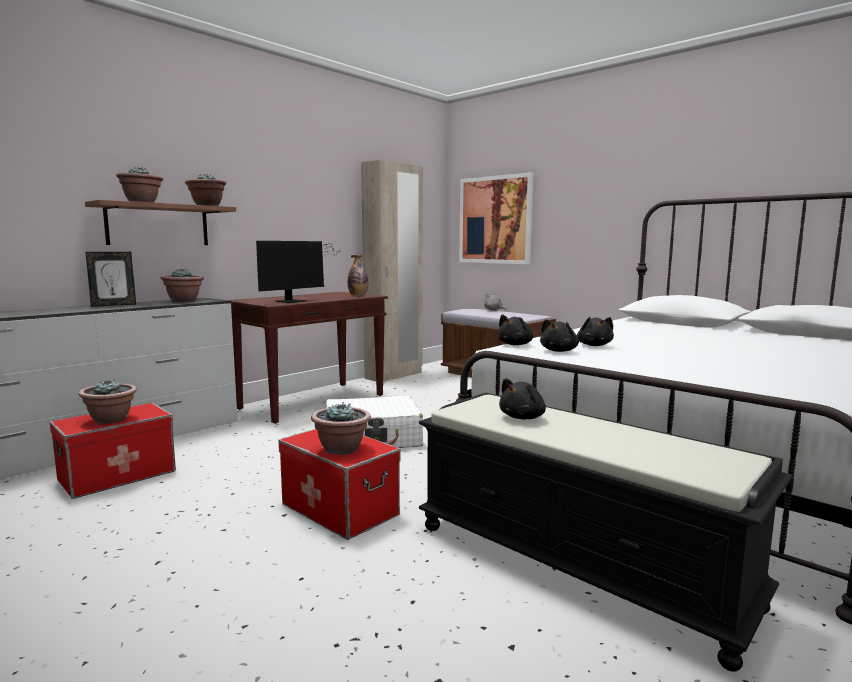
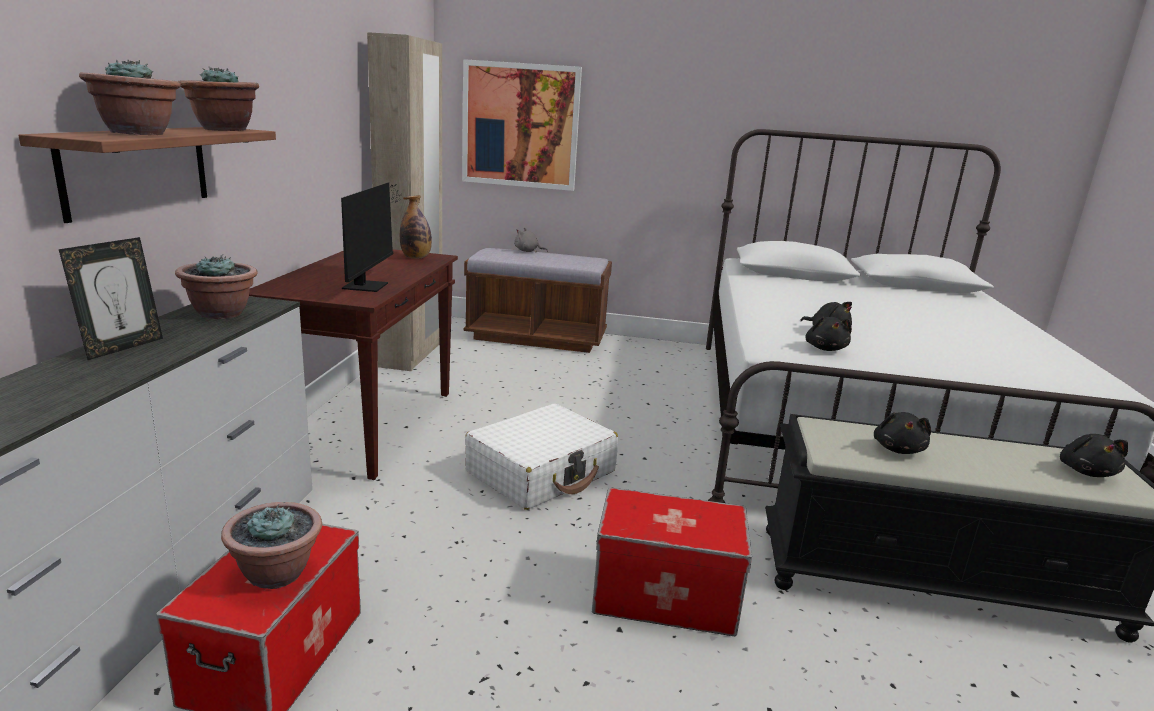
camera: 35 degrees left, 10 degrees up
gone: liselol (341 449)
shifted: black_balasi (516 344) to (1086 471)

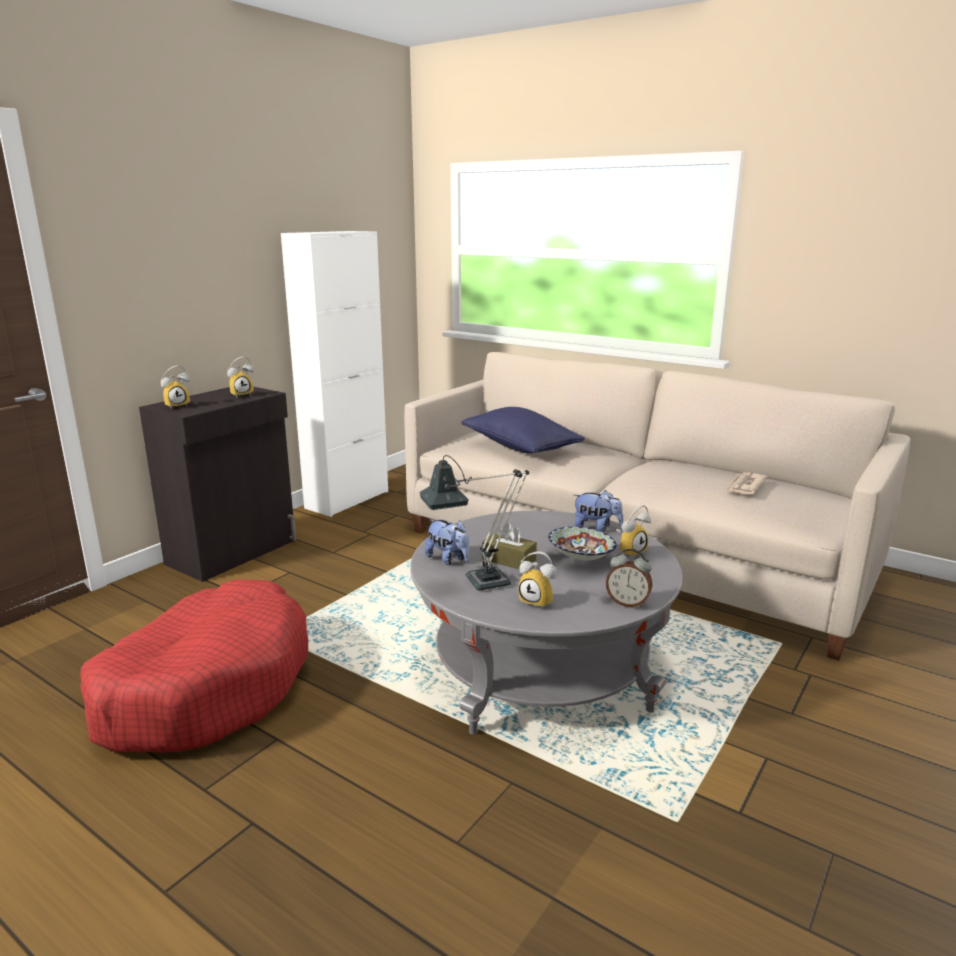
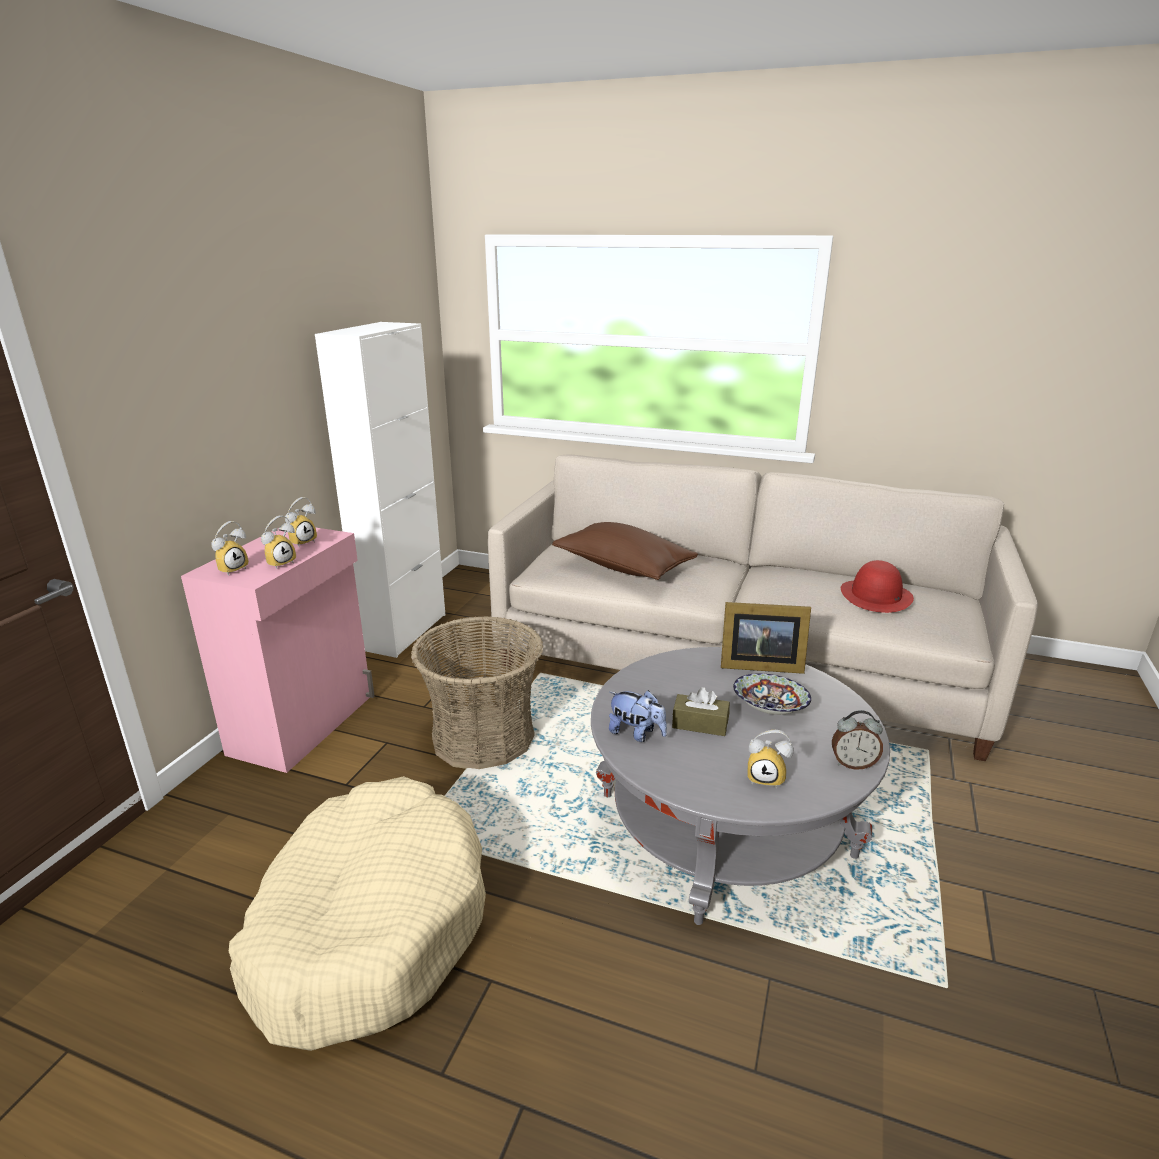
camera: 15 degrees left, 5 degrees up
gone: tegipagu (477 583)
new: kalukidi (483 737)
shifted: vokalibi (630 551) to (280 563)
swapped: balasi (596 527) to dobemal (758 664); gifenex (744 486) to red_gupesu (876 596)
repainted: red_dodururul (206 687) to beige_dodururul (369 924); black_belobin (234 552) to pink_belobin (305 724); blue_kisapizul (520 447) to brown_kisapizul (623 567)

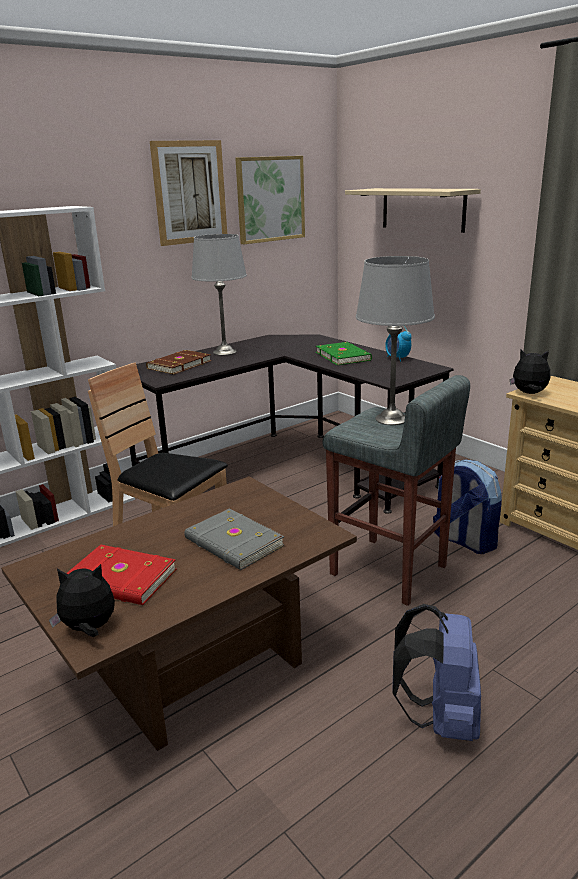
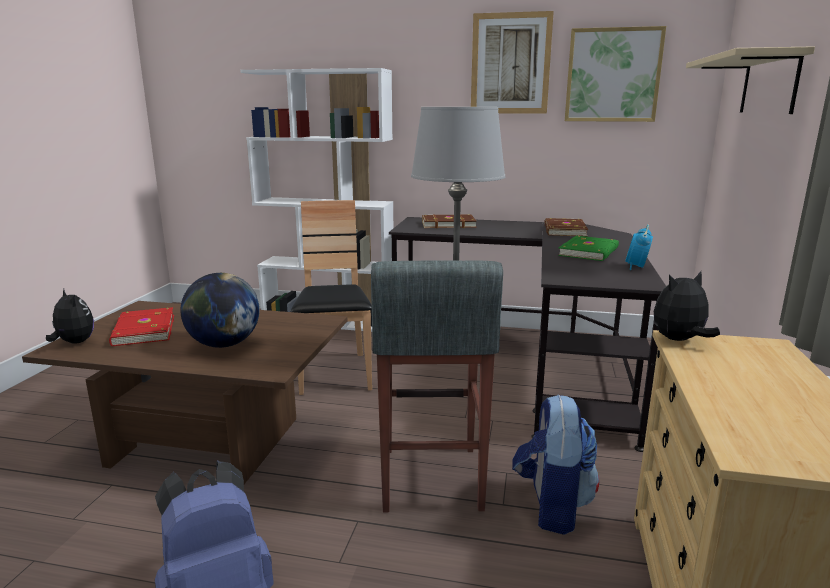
camera: 50 degrees right, 5 degrees down
gone: grey_tegipagu (224 352)
new: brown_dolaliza (563 230)
swapped: grey_dolaliza (233 543) to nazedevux (224 344)
rotated: balasi (529 393) = (679 340) 90 degrees counterclockwise

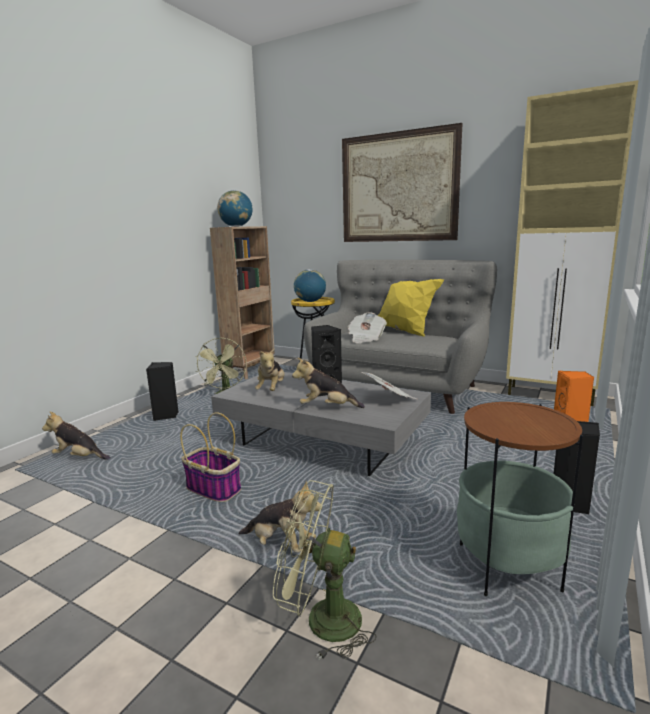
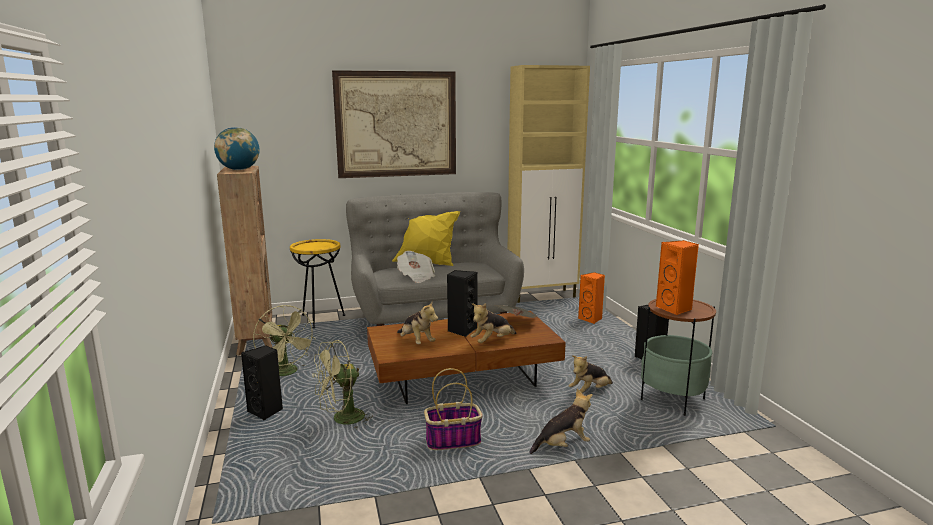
camera: 45 degrees left, 0 degrees up
gone: nazedevux (310 301)
new: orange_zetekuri (675 309)
shifted: balasi (79 457) to (590 392); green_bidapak (321 620) to (342 420)
repainted: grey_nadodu (322 443) to brown_nadodu (463 379)

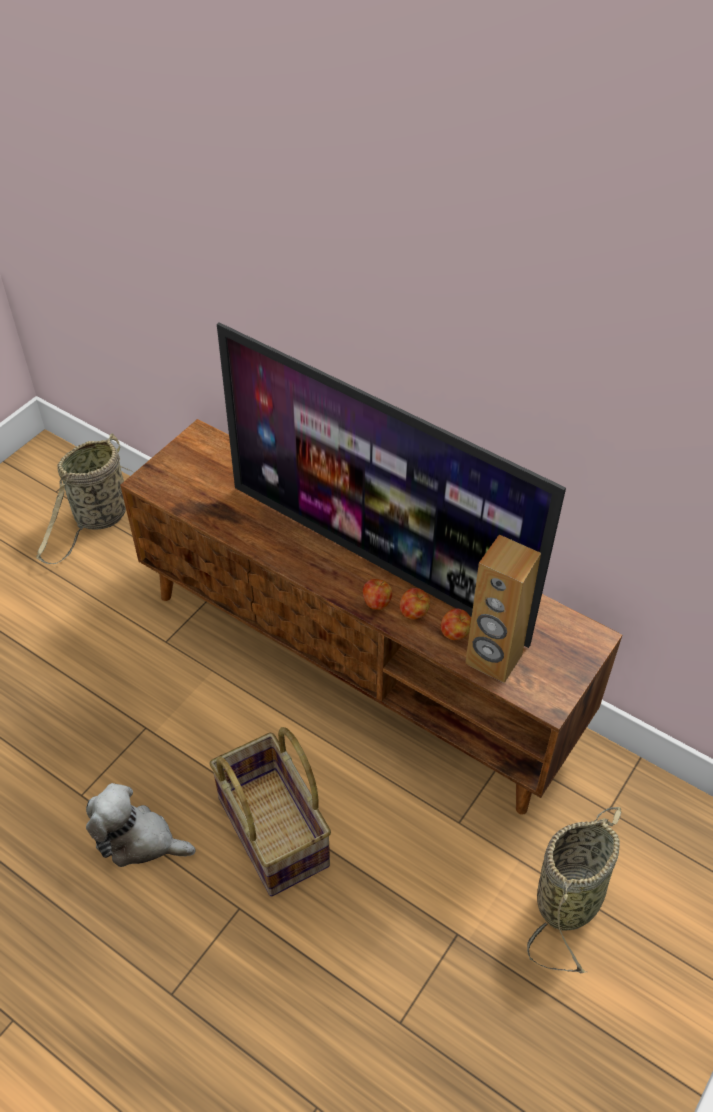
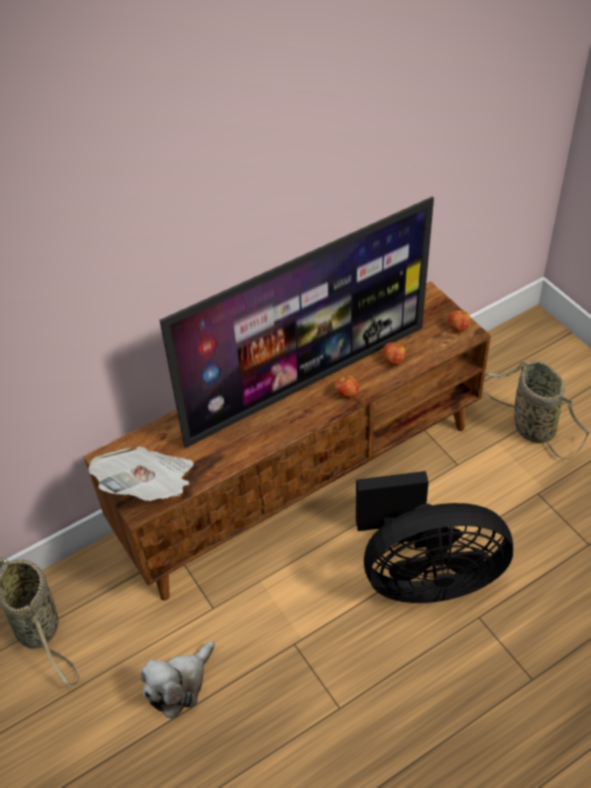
camera: 65 degrees left, 0 degrees up
gone: brown_zetekuri (493 660)
new: gifenex (149 487)
shifted: balasi (138 839) to (179 685); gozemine (414 613) to (458 328)
swapped: kalukidi (275 831) to black_bidapak (424 576)

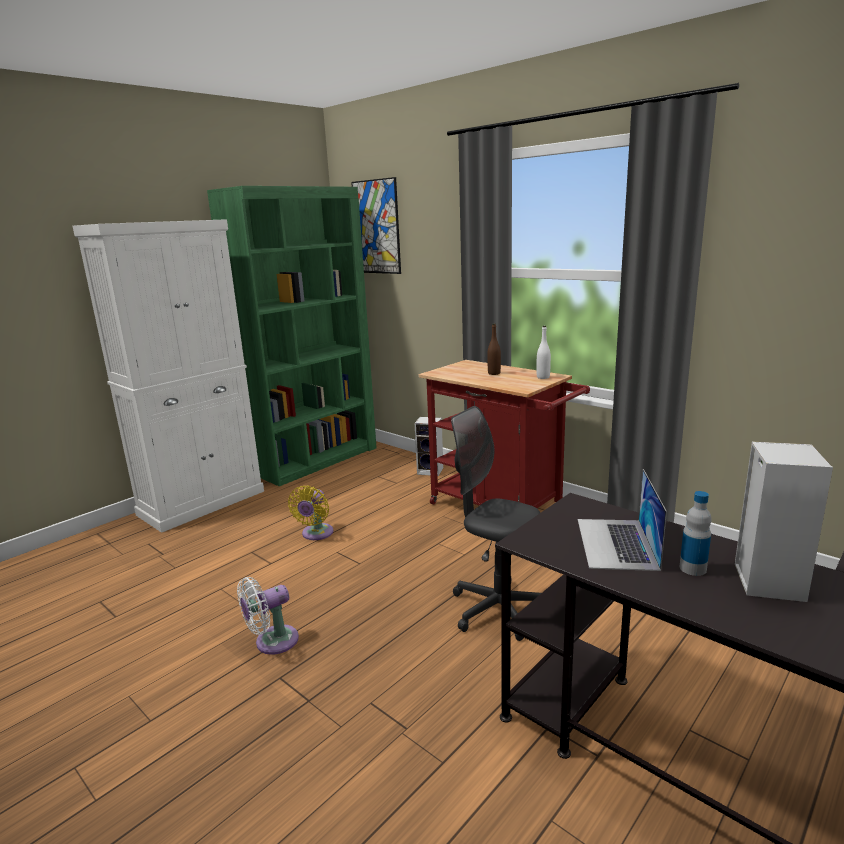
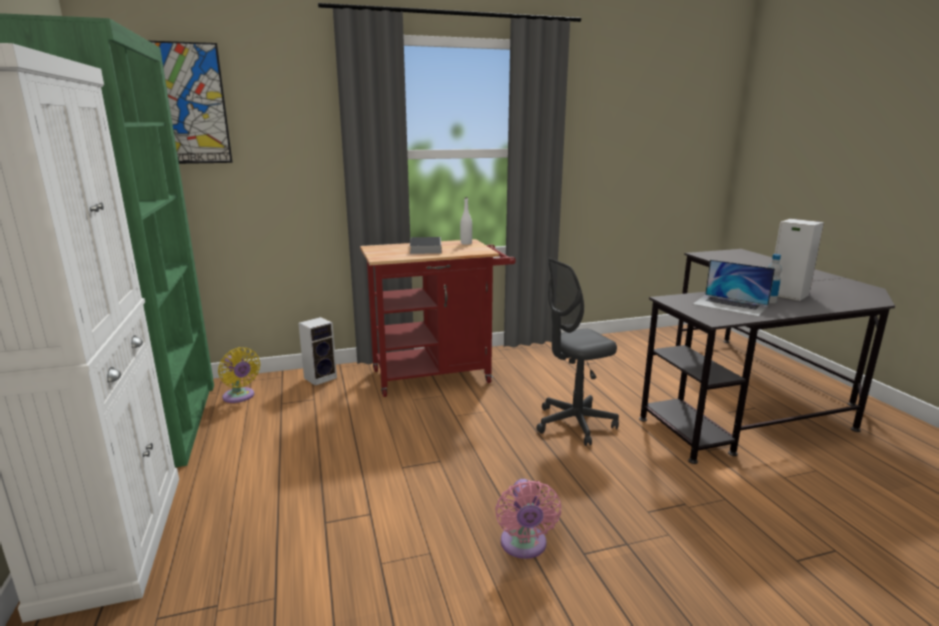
camera: 60 degrees left, 0 degrees up
shifted: yellow_bidapak (316 534) to (240 397)
swapped: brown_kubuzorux (494 373) to dolaliza (425 248)
repainted: white_bidapak (272 642) to pink_bidapak (524 546)

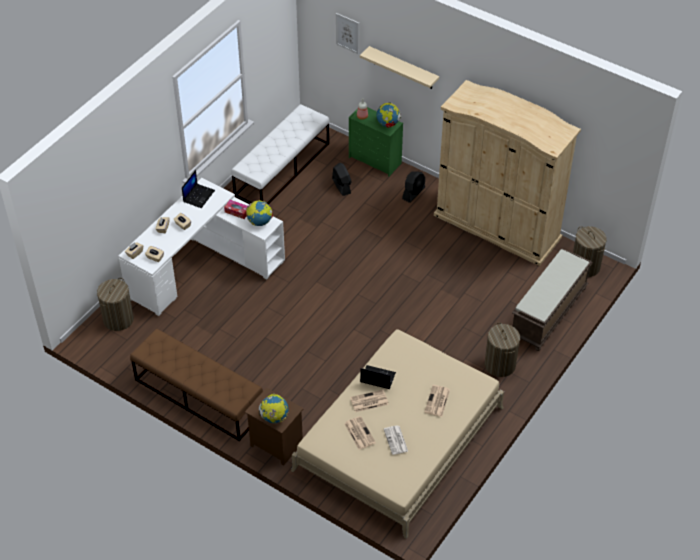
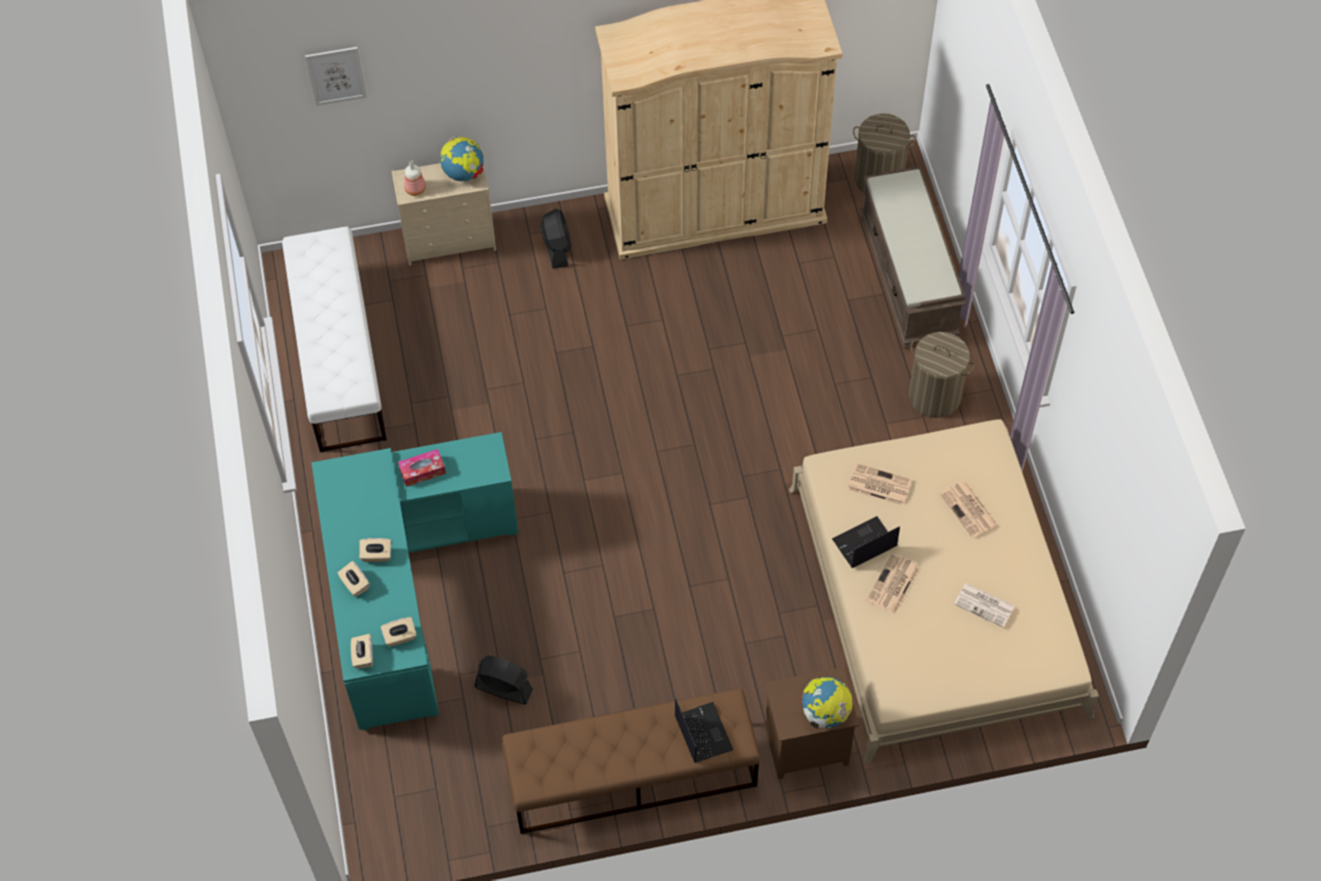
camera: 45 degrees left, 10 degrees up
gone: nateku (118 319); nazedevux (260 222); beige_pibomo (403 68)
shifted: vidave (198 196) to (702 732); black_bidapak (341 186) to (503 688); gifenex (359 433) to (878 485)
repainted: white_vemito (202 265) to turquoise_vemito (404 590); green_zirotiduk (375 160) to beige_zirotiduk (450 241)

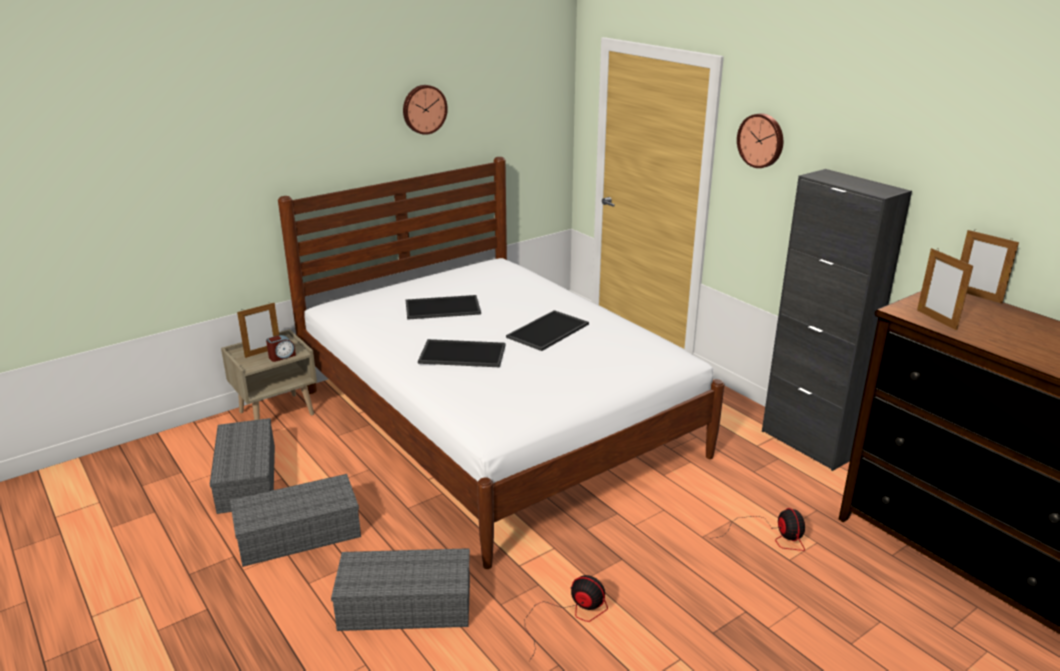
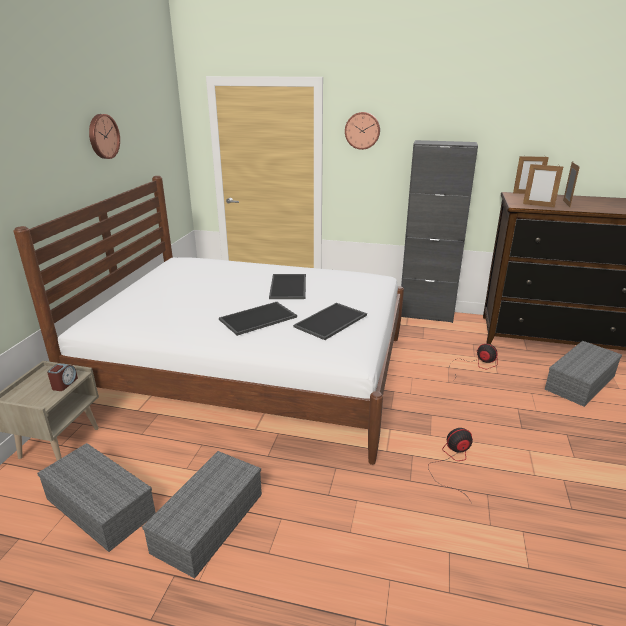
camera: 40 degrees left, 0 degrees up
shifted: dobemal (263 352) to (566 204); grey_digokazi (407 604) to (579 381); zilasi (442 308) to (331 321)

